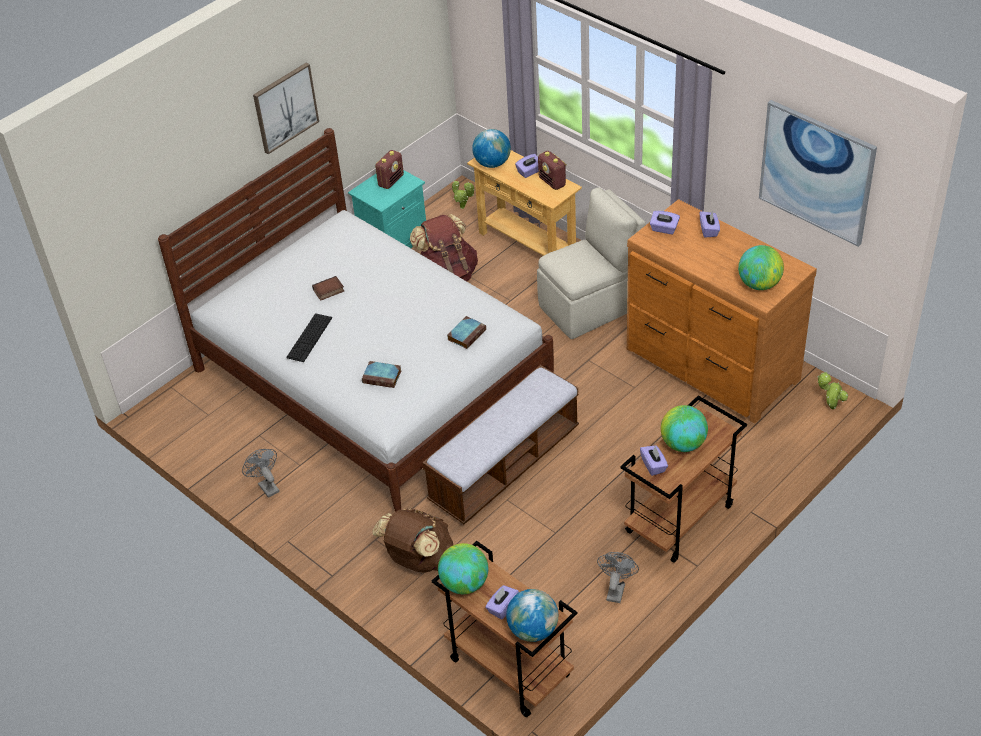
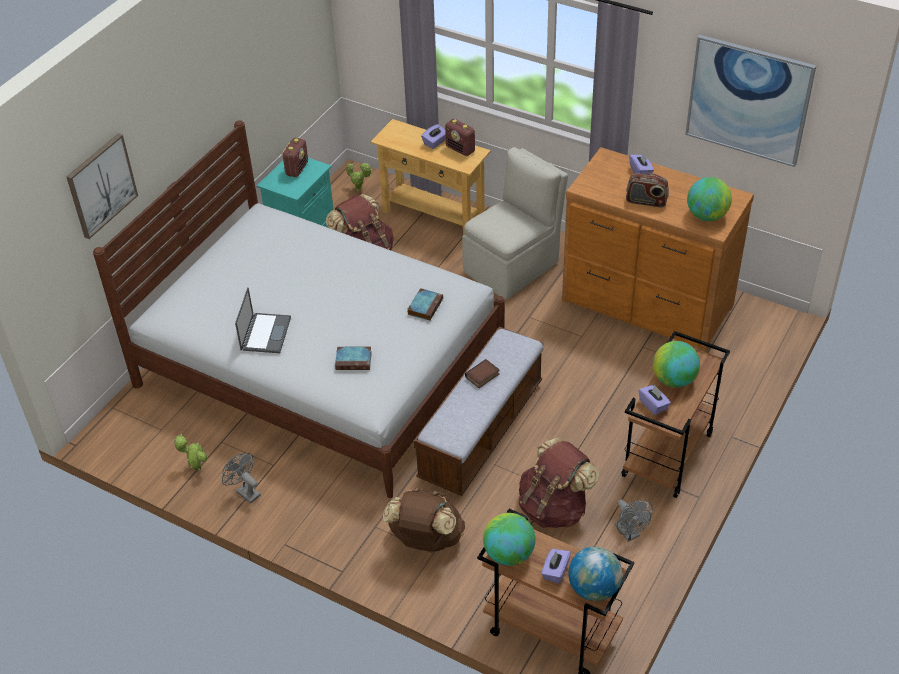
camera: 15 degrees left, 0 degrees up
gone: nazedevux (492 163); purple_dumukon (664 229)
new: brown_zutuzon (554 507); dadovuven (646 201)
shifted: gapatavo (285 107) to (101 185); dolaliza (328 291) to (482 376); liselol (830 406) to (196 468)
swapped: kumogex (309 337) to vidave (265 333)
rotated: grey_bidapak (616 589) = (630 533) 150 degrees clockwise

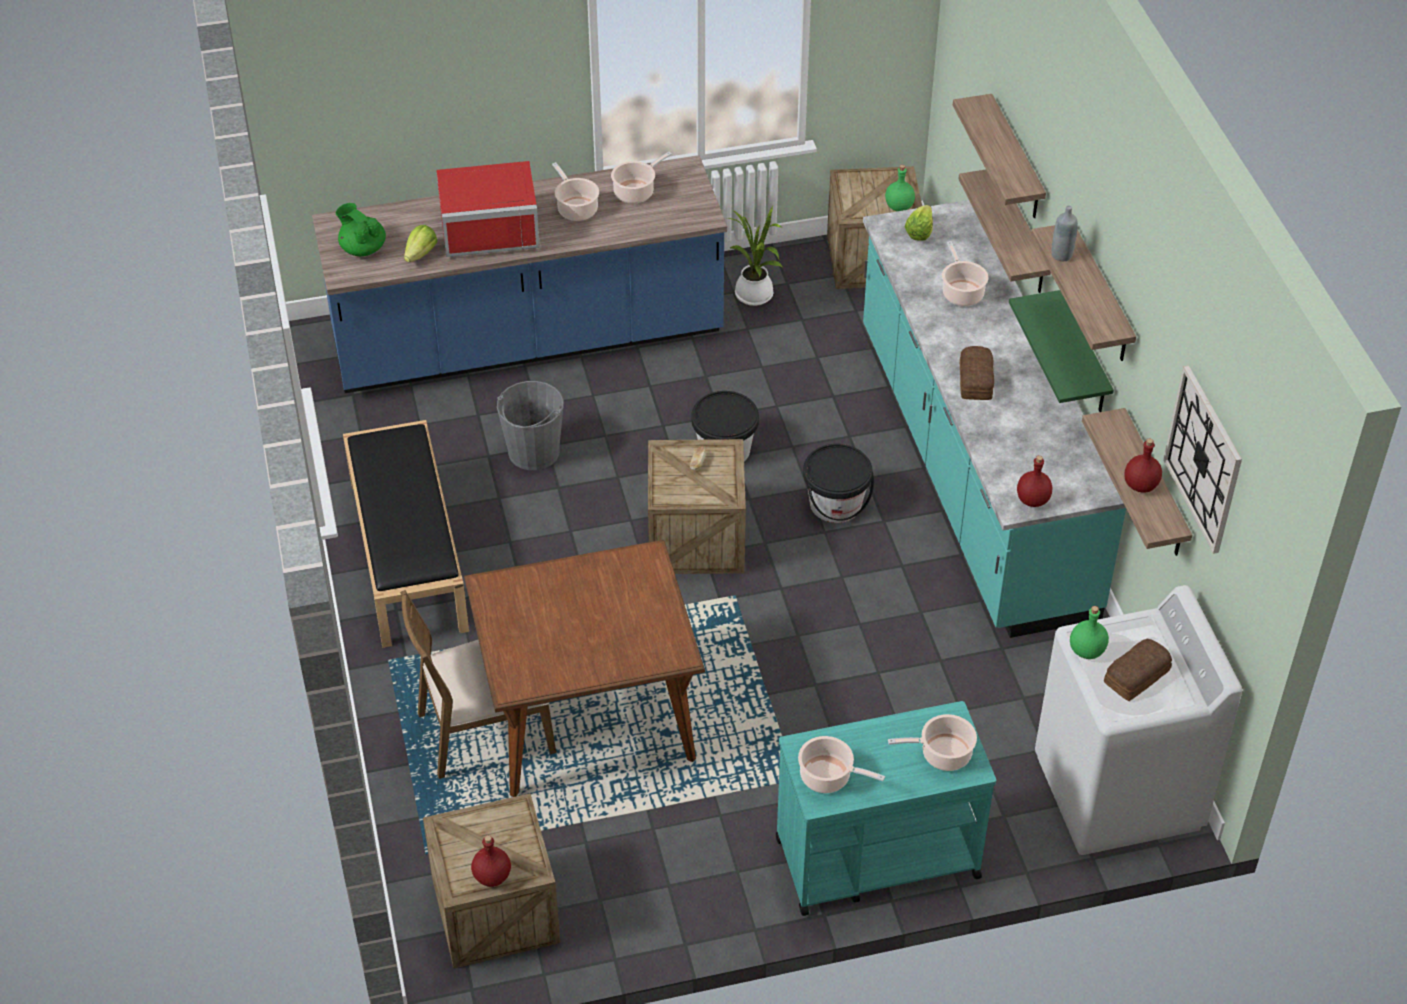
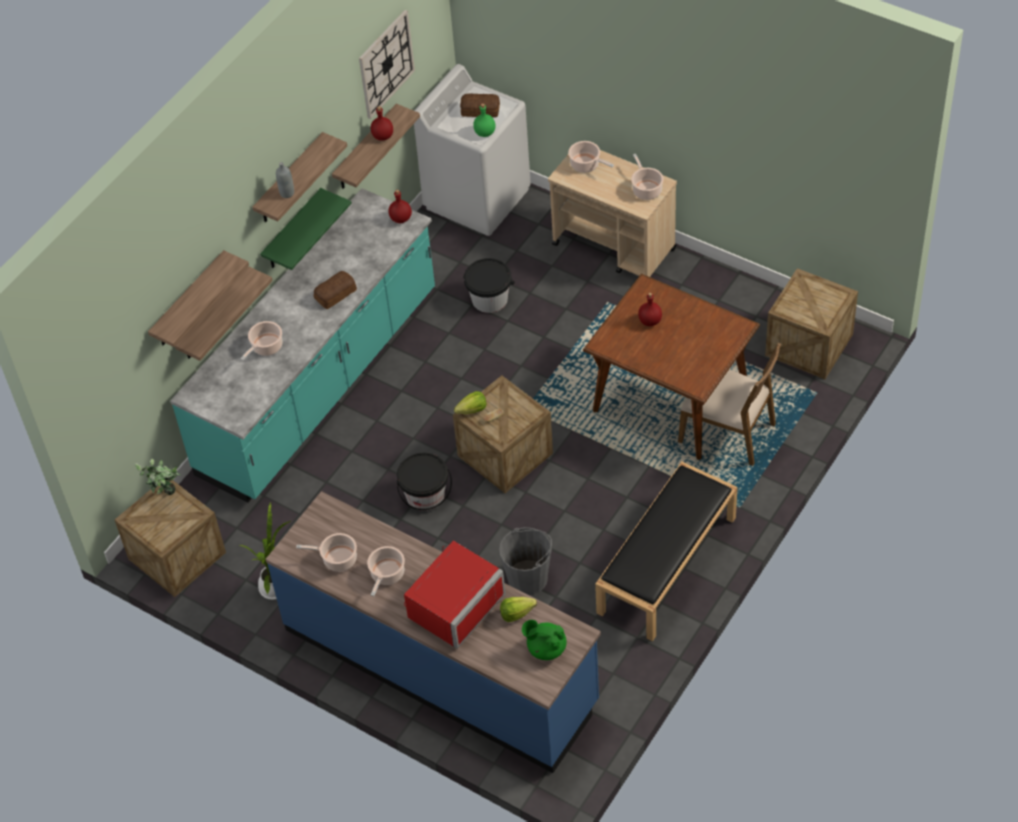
camera: 130 degrees left, 5 degrees up
shifted: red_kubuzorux (492 877) to (650 321); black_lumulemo (835 504) to (489 299); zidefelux (919 232) to (472 410)
swapped: green_kubuzorux (899 206) to liselol (166 496)
repainted: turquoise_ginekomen (875 857) to beige_ginekomen (614 247)
rotated: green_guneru (362 248) = (546 648) 105 degrees clockwise; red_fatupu (490 225) = (451 603) 90 degrees clockwise

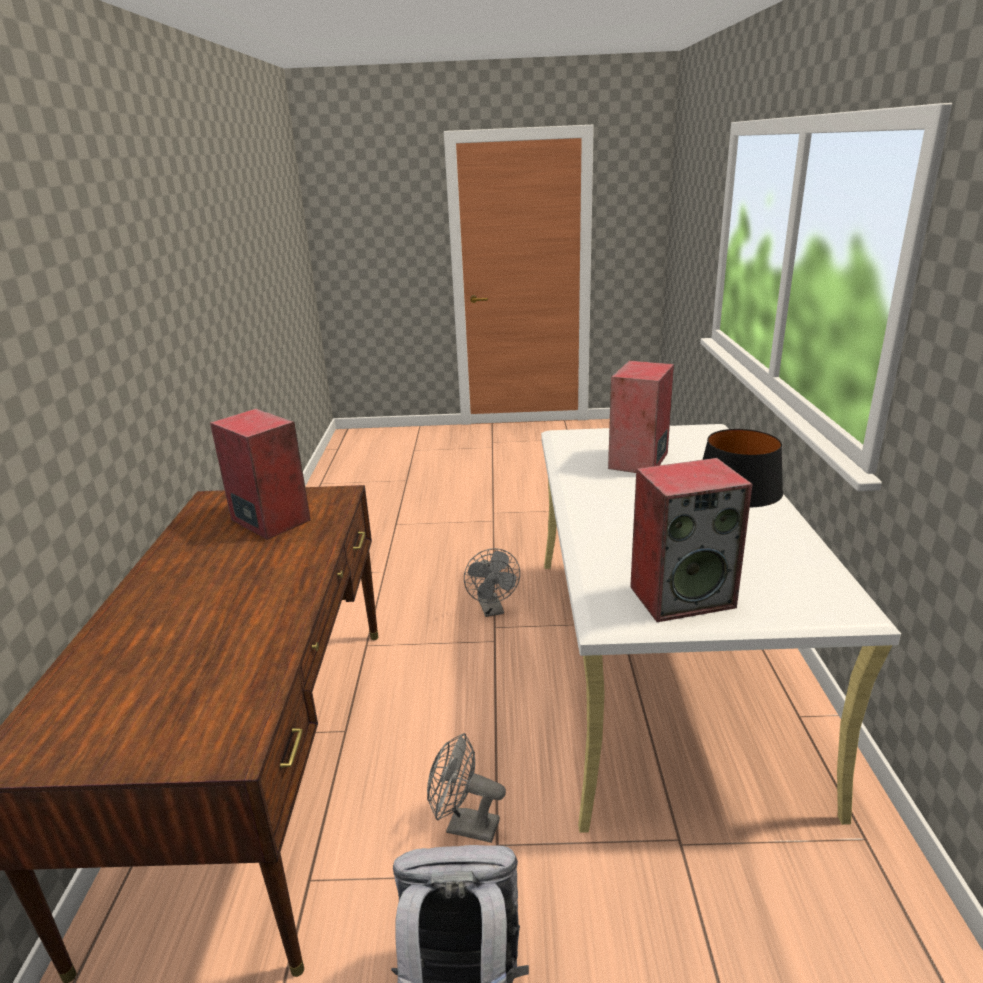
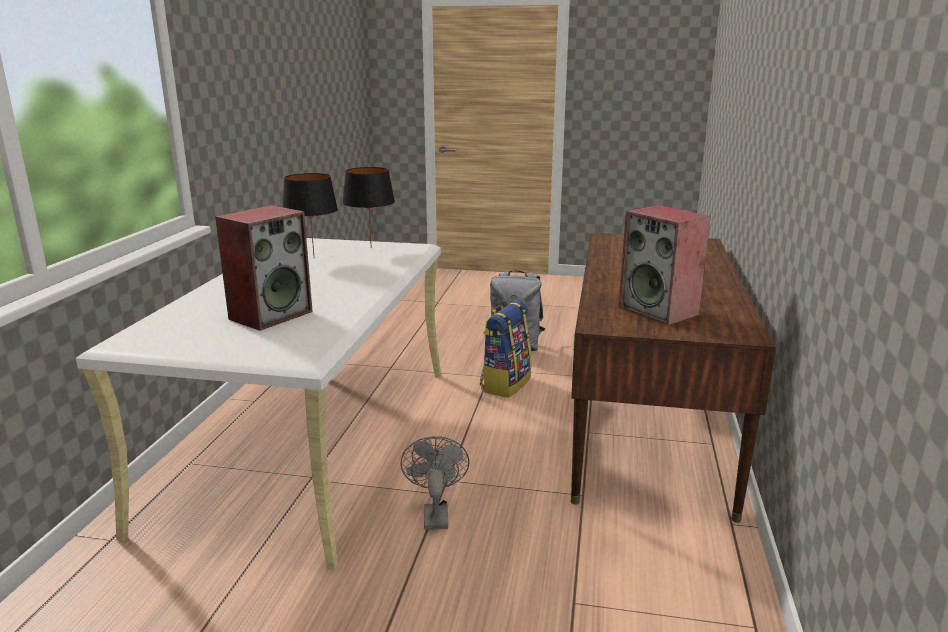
camera: 170 degrees left, 5 degrees down
swapped: grey_bidapak (464 826) to zutuzon (505 384); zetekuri (682 596) to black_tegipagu (370 248)

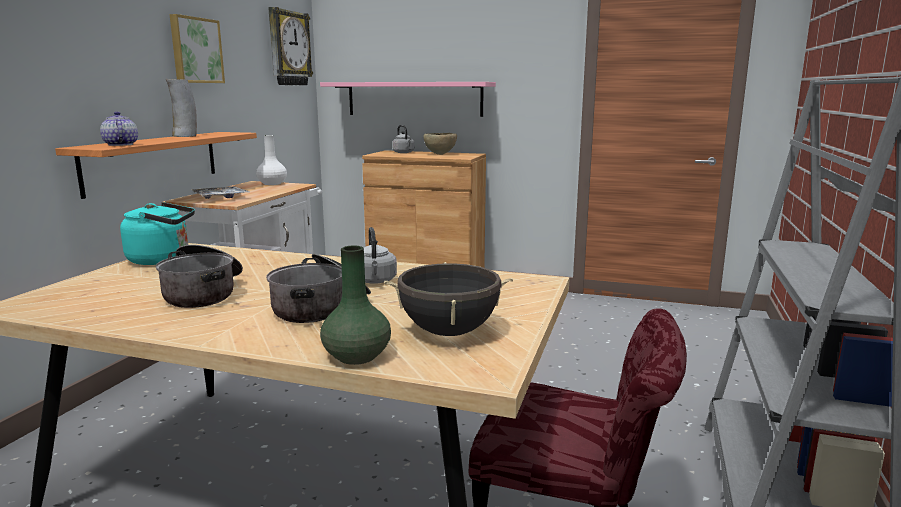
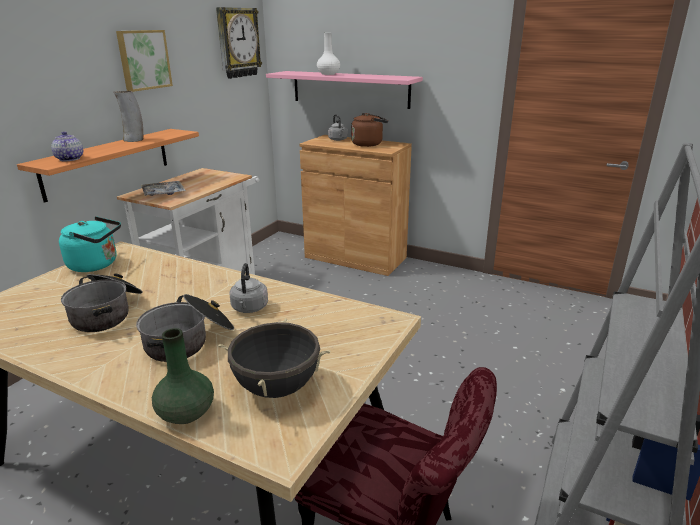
camera: 10 degrees right, 10 degrees up
shifted: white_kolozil (272 184) to (328 74)
swapped: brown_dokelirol (440 154) to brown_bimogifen (368 144)

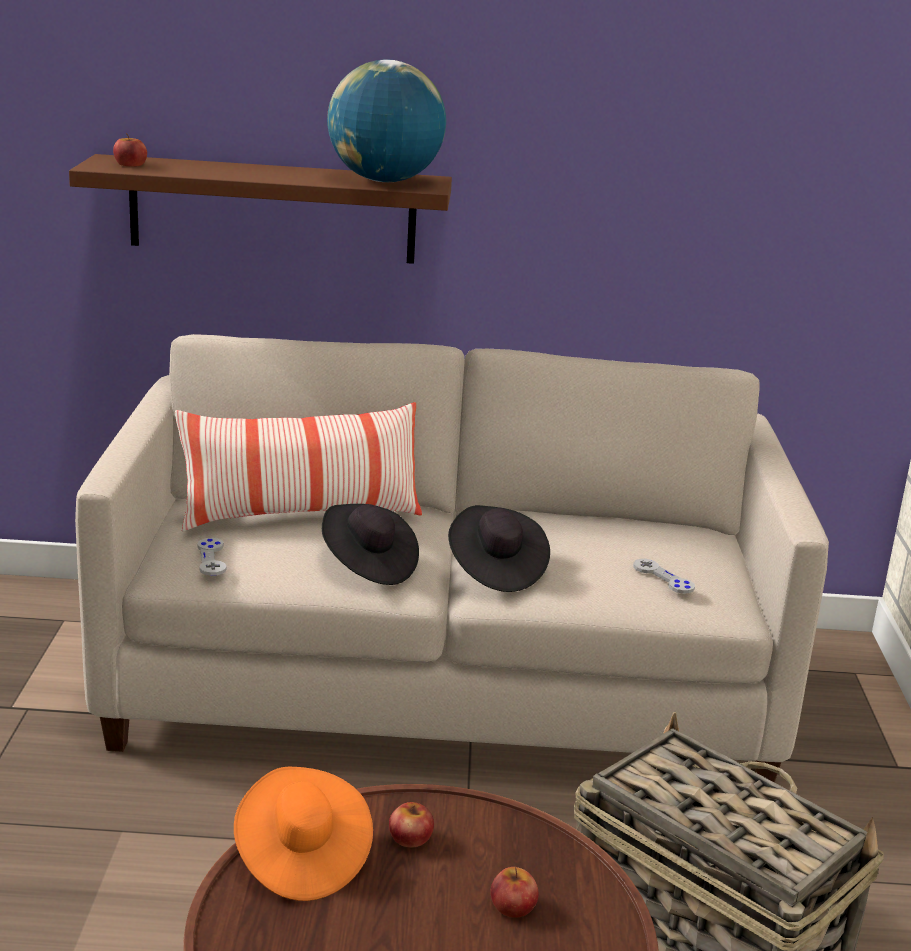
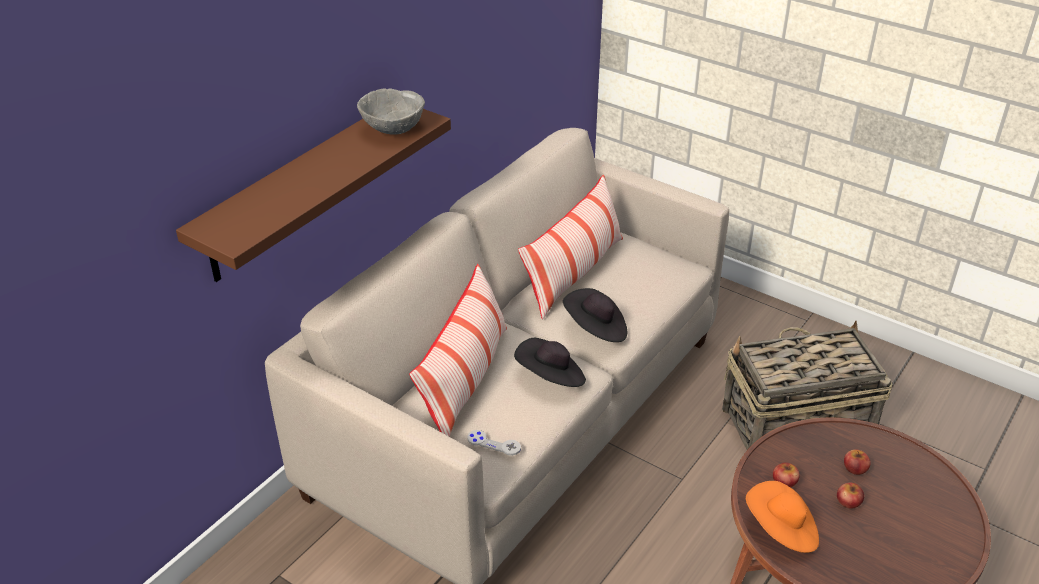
camera: 55 degrees left, 15 degrees up
gone: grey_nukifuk (663 578)
new: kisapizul (573 273)
shifted: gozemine (130 164) to (848 501)
swapped: nazedevux (384 181) to grey_dokelirol (392 129)

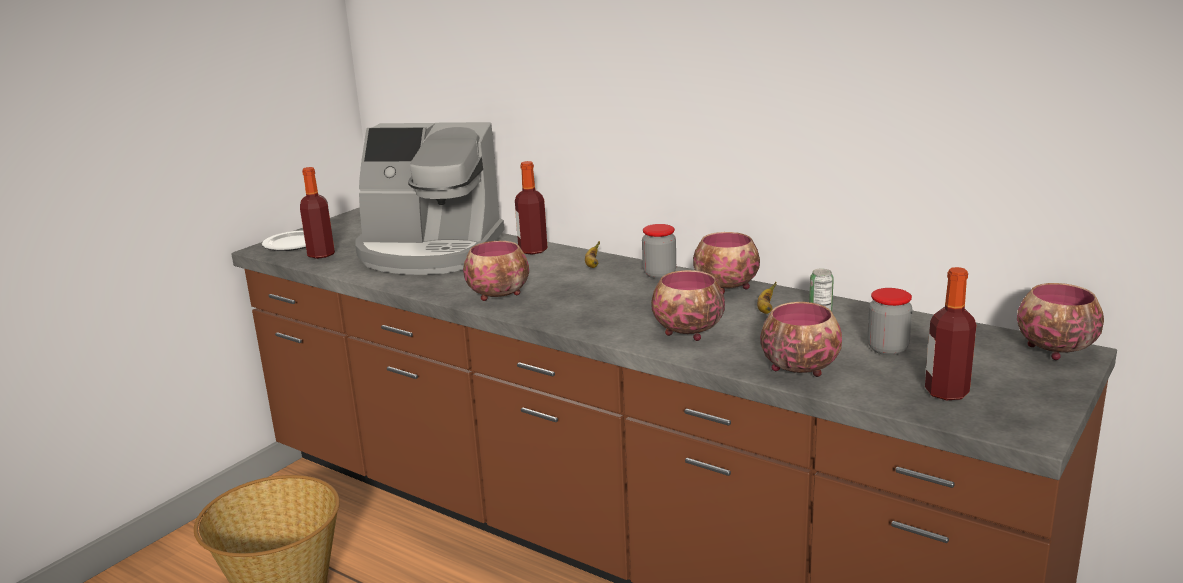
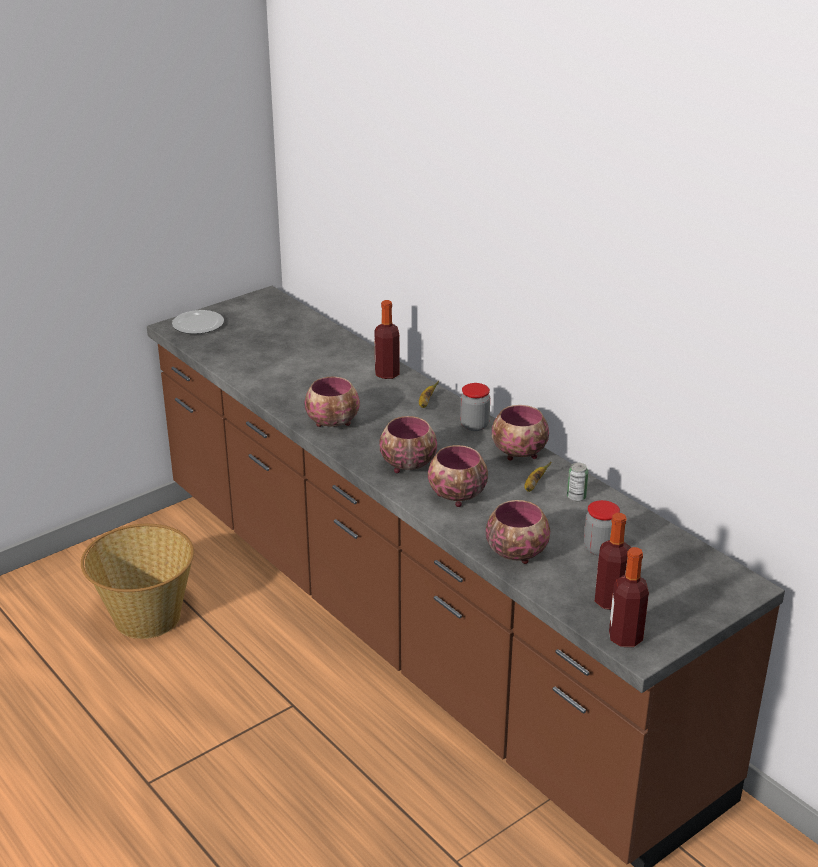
camera: 15 degrees right, 10 degrees up
gone: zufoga (429 252)
shifted: kubuzorux (321 254) to (625 638); dokelirol (1053 349) to (406 464)

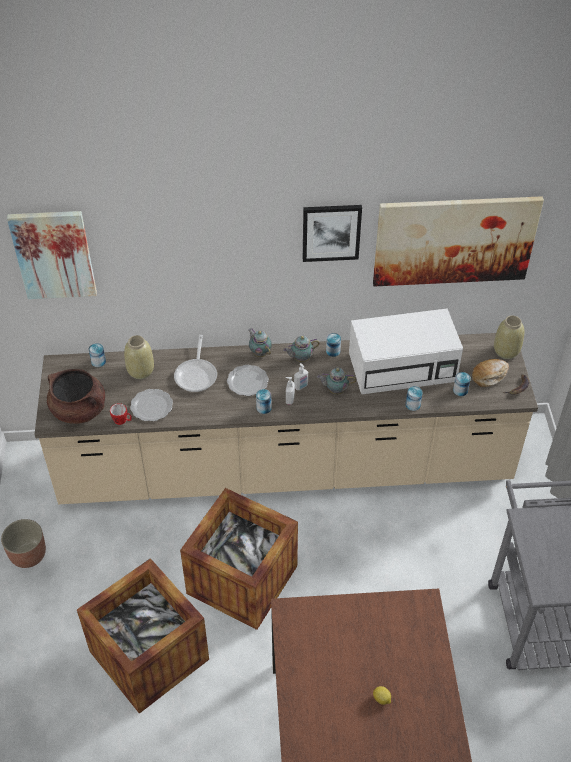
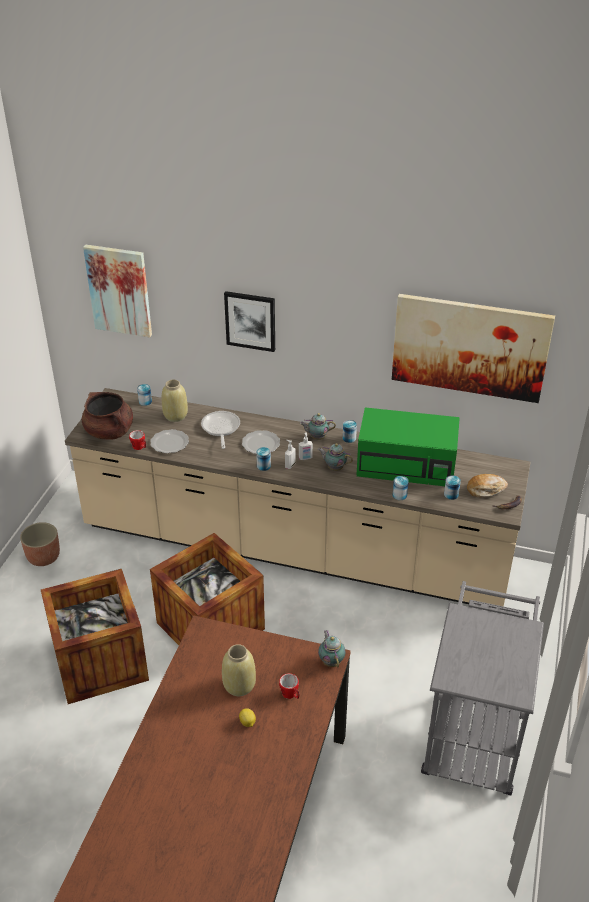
camera: 20 degrees right, 10 degrees down
new: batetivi (291 695)
shifted: guneru (260 353) to (331 661); gapatavo (331 232) to (250 320); beige_kolozil (506 351) to (240 685)
repainted: white_fatupu (403 366) to green_fatupu (407 464)
rotated: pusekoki (197 374) = (220 429) 150 degrees clockwise

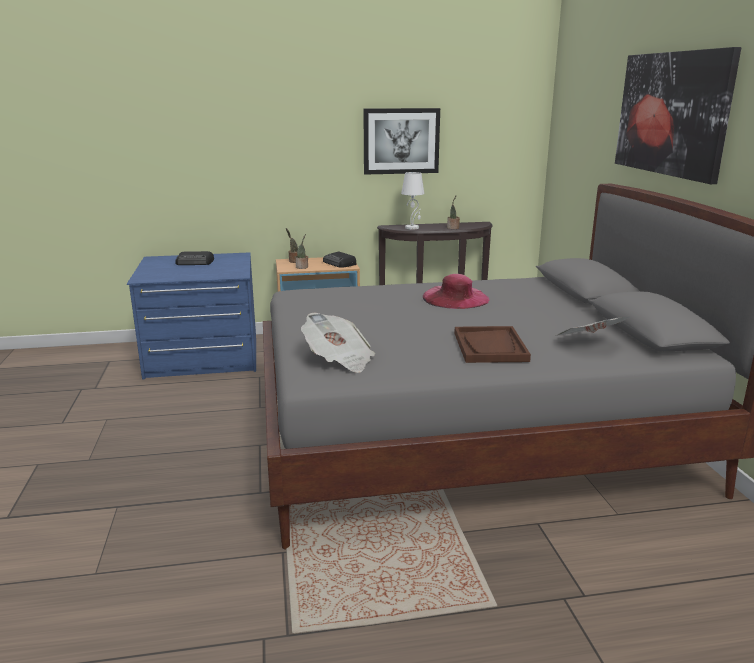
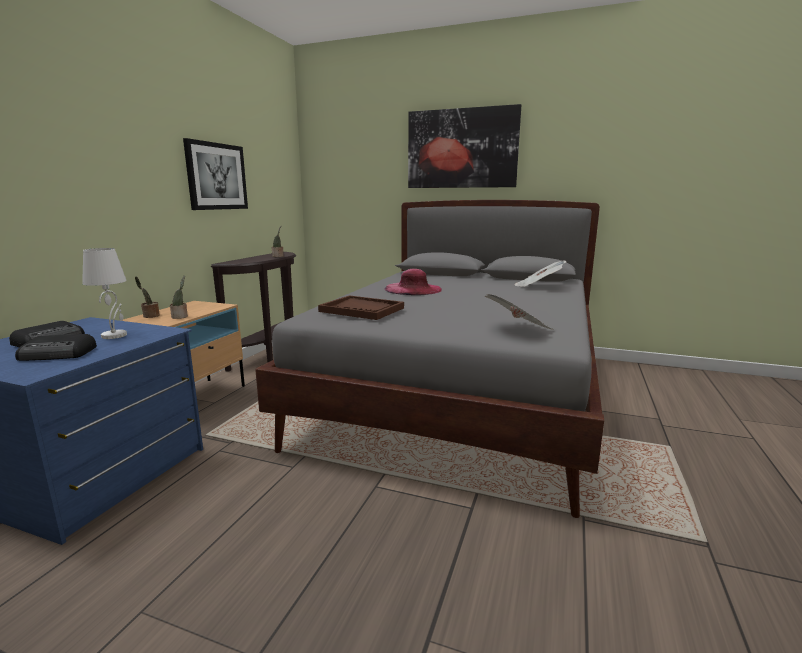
camera: 60 degrees left, 5 degrees down
shifted: dadovuven (339 263) to (58 354); white_tegipagu (412 228) to (114 335); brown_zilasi (490 347) to (362 310)

